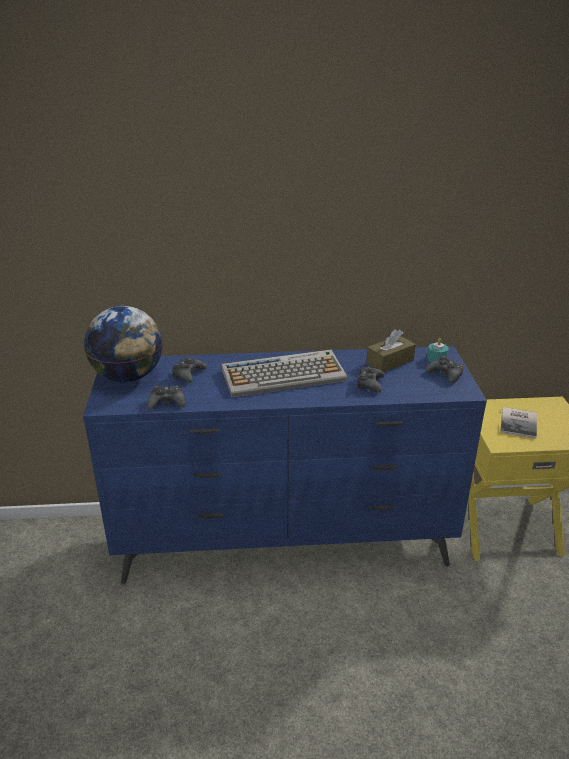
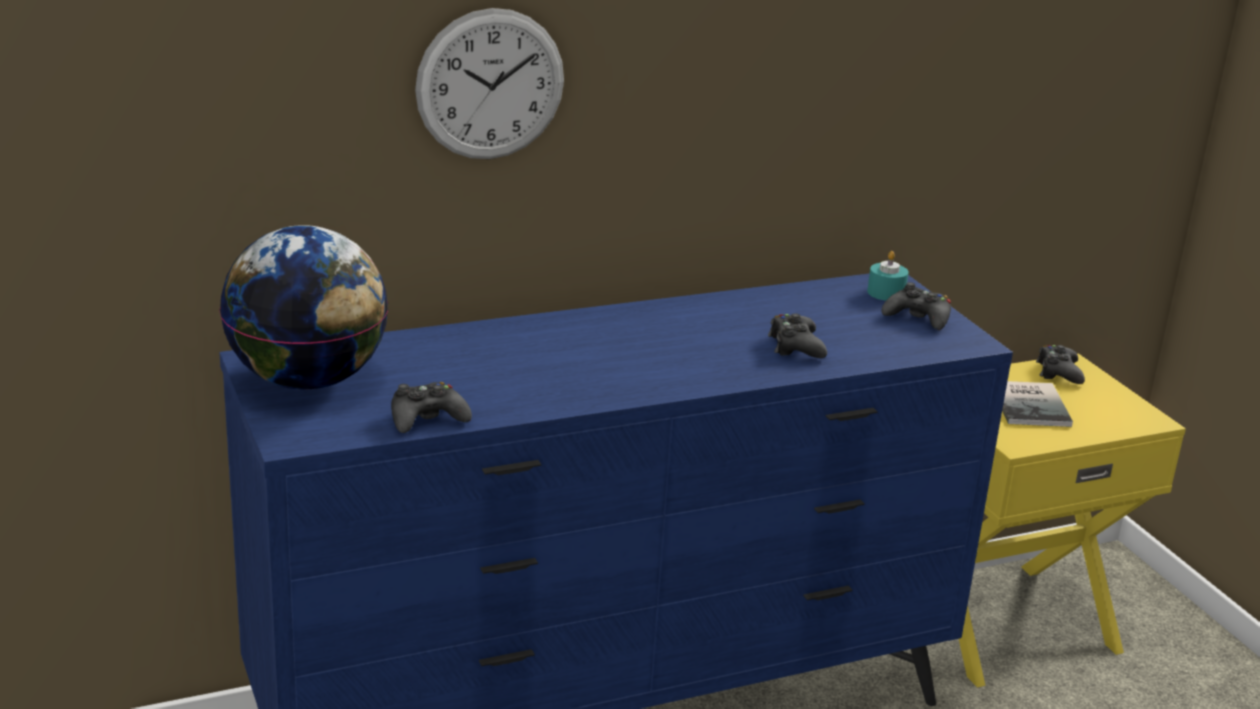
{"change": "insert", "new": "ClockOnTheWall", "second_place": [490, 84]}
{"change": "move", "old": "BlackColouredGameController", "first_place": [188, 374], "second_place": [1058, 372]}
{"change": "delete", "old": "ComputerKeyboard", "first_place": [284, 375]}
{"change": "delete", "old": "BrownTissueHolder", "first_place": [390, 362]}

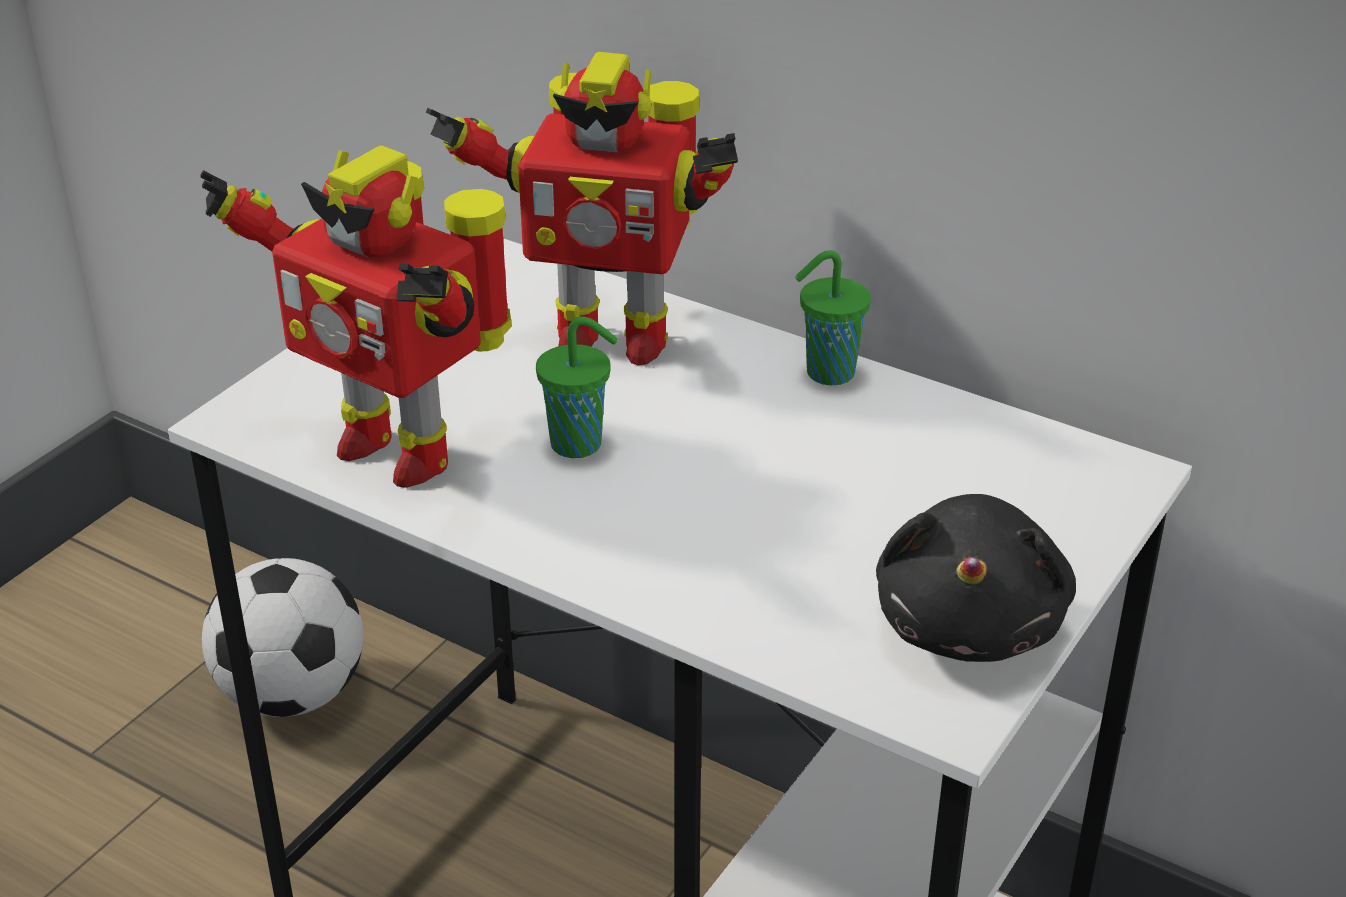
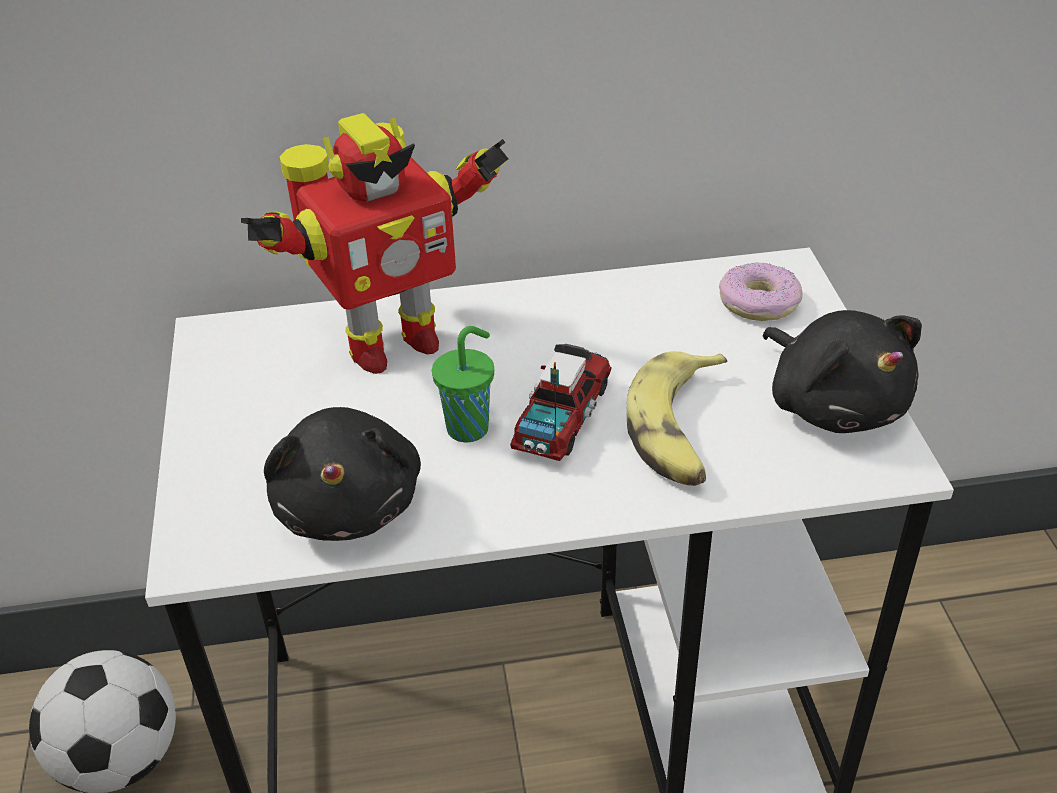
{"change": "replace", "old": "RobotFigure", "new": "BlackColouredPlushToy", "first_place": [397, 448], "second_place": [349, 504]}
{"change": "insert", "new": "ToyTruck", "second_place": [563, 416]}
{"change": "insert", "new": "Banana", "second_place": [679, 431]}
{"change": "insert", "new": "RingDoughnut", "second_place": [758, 302]}
{"change": "delete", "old": "GreenSmallCup", "first_place": [827, 373]}

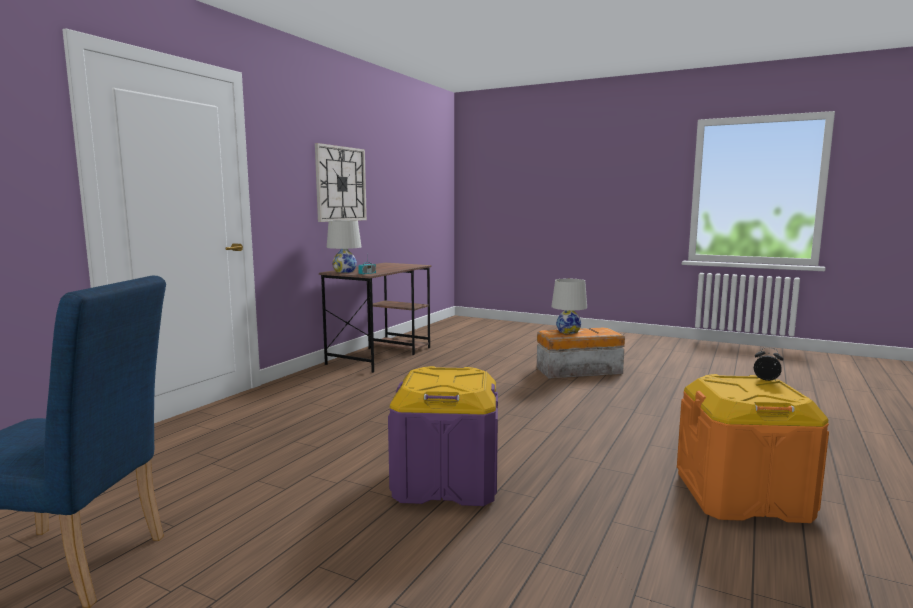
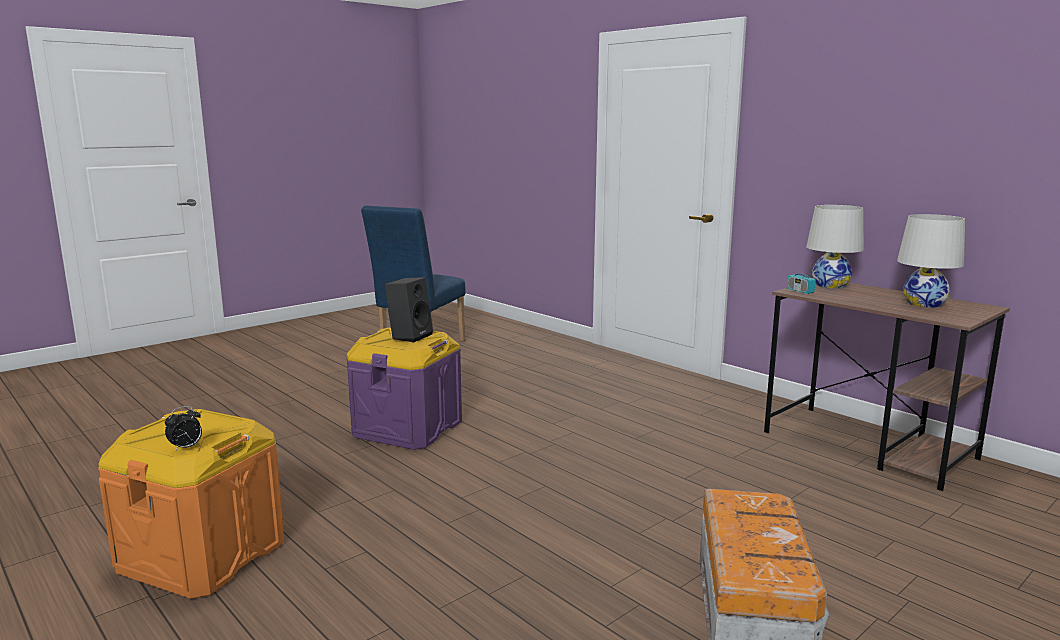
{"change": "insert", "new": "BlackColouredSpeaker", "second_place": [410, 336]}
{"change": "move", "old": "WhiteColouredLampForATable", "first_place": [568, 331], "second_place": [924, 304]}
{"change": "delete", "old": "ClockOnTheWall", "first_place": [341, 184]}

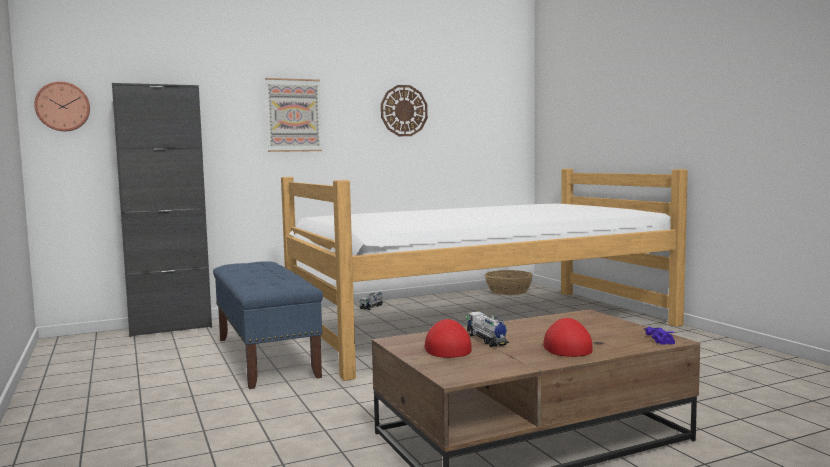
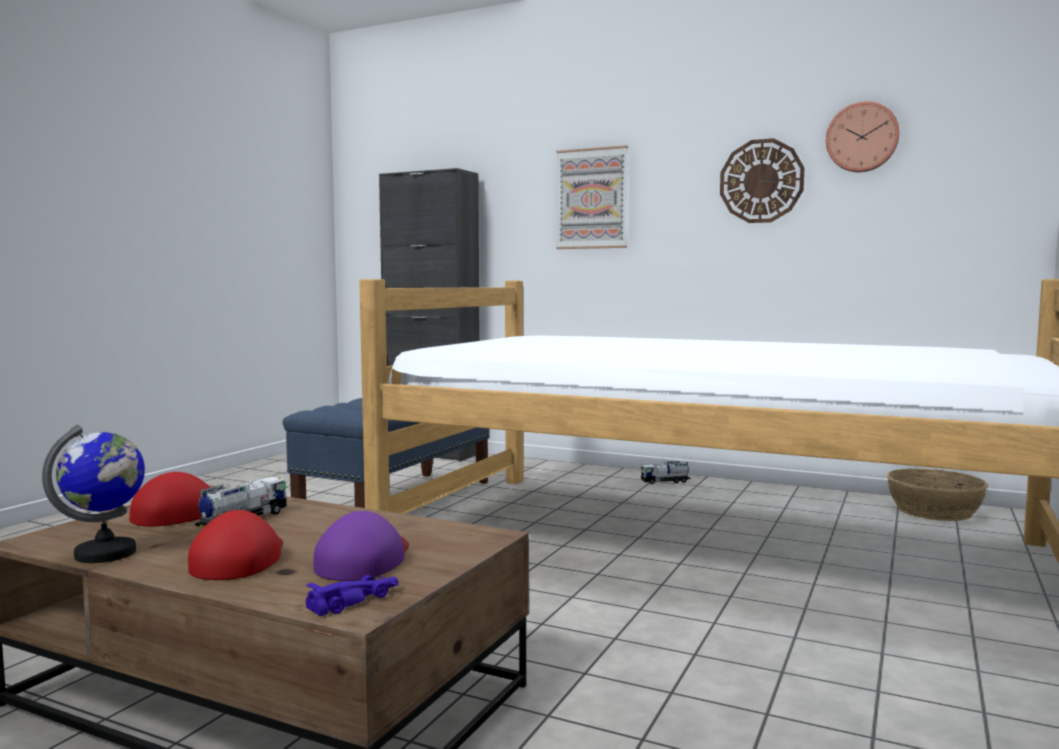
{"change": "insert", "new": "WorldGlobe", "second_place": [106, 553]}
{"change": "rotate", "old": "ReddishCap", "first_place": [566, 346], "second_place": [240, 559], "degrees": -45}
{"change": "insert", "new": "PurpleCap", "second_place": [365, 560]}
{"change": "move", "old": "ClockOnTheWall", "first_place": [63, 106], "second_place": [862, 137]}

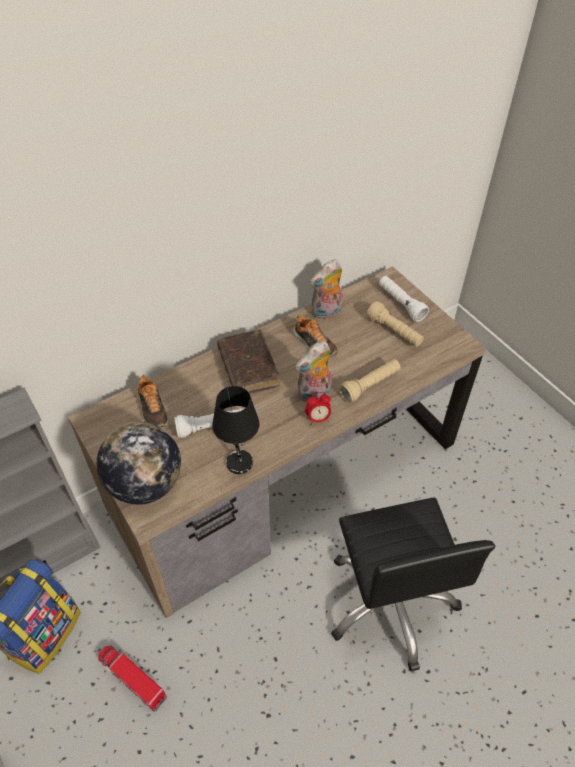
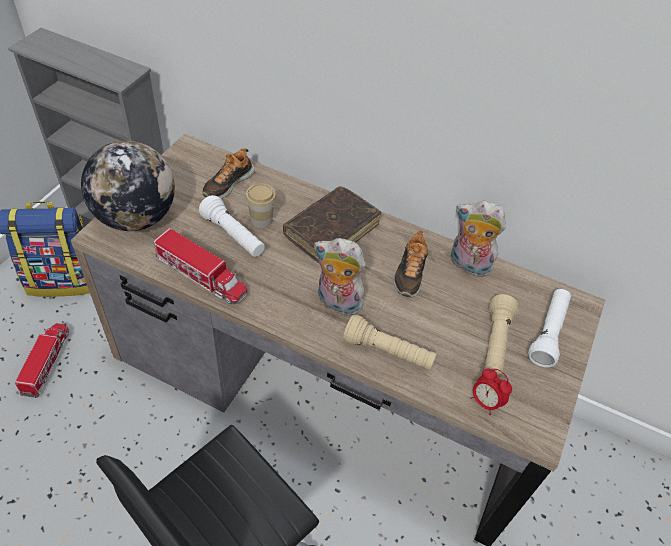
{"change": "replace", "old": "BlackColouredLampForATable", "new": "ToyTruck", "first_place": [238, 462], "second_place": [201, 275]}
{"change": "insert", "new": "SmallCup", "second_place": [261, 220]}
{"change": "move", "old": "AlarmClock", "first_place": [318, 418], "second_place": [485, 402]}

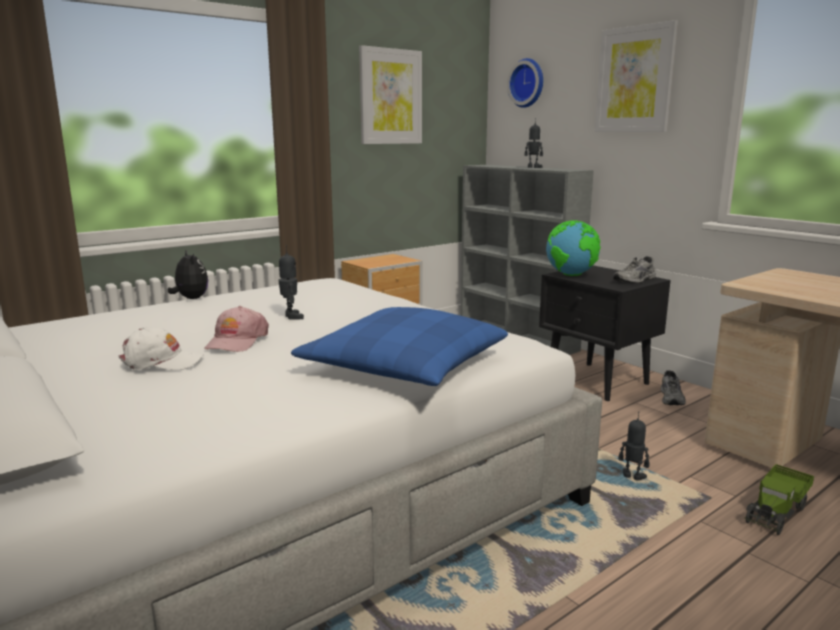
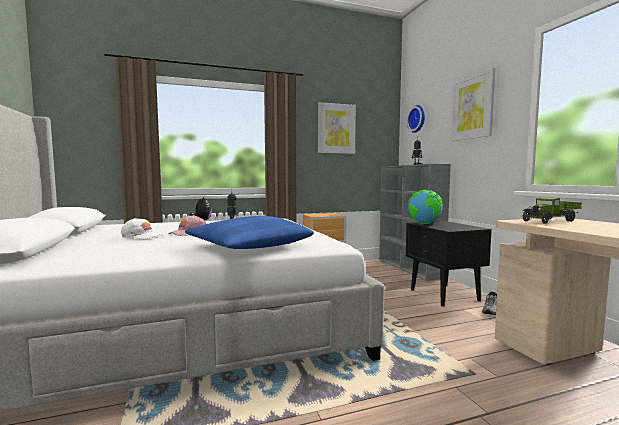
{"change": "move", "old": "ToyTruck", "first_place": [777, 512], "second_place": [551, 221]}
{"change": "delete", "old": "GrayItemOfFootwear", "first_place": [635, 280]}
{"change": "delete", "old": "RobotFigure", "first_place": [632, 478]}

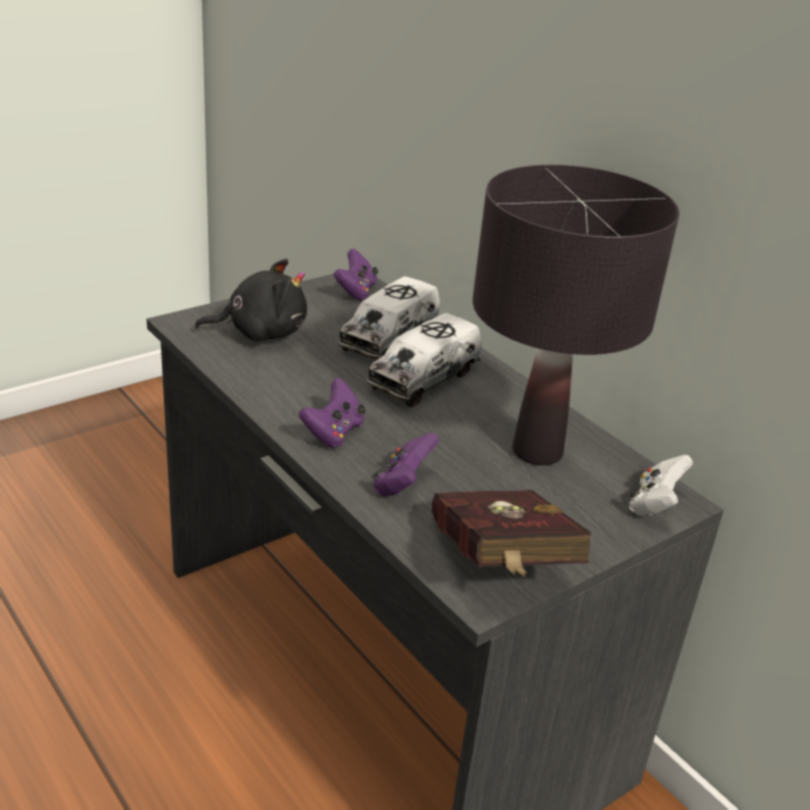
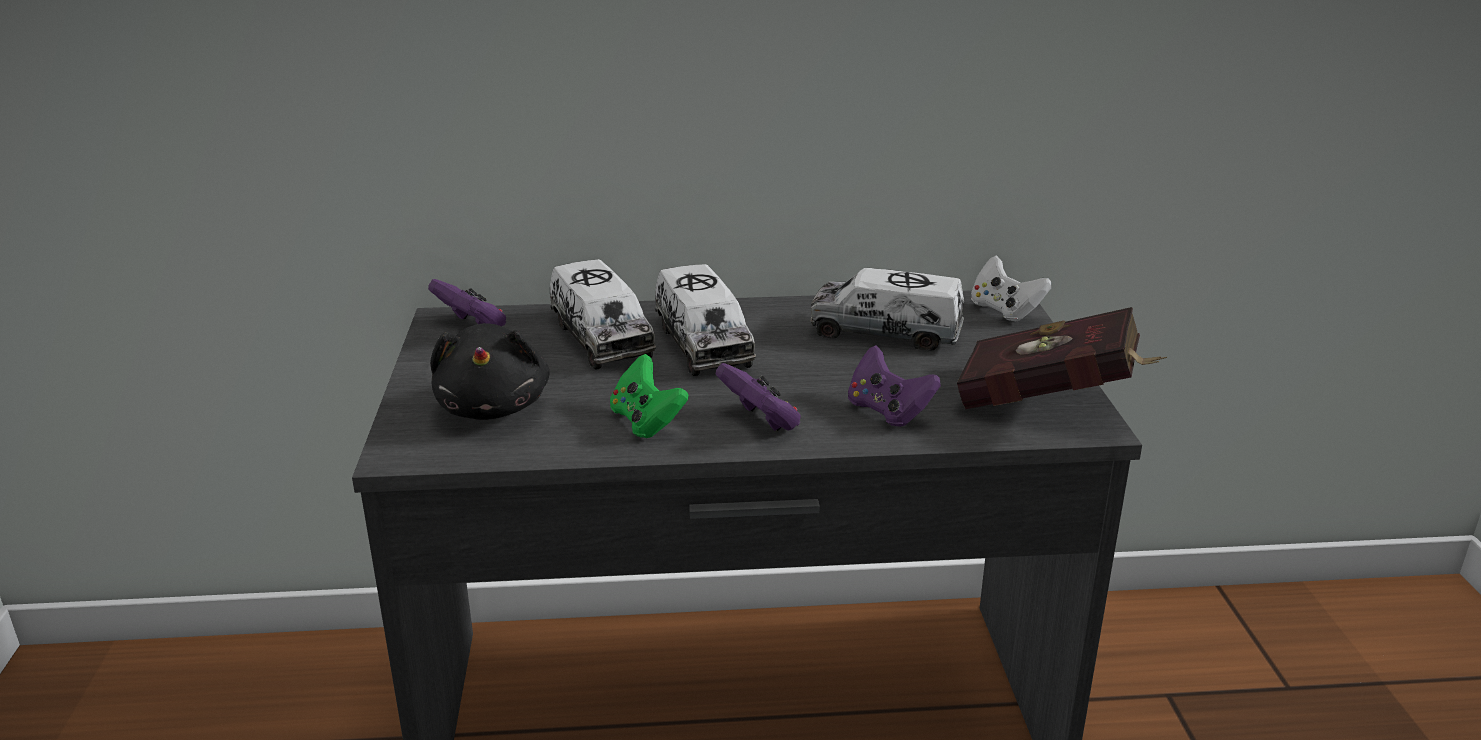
{"change": "rotate", "old": "BlackColouredPlushToy", "first_place": [260, 332], "second_place": [494, 407], "degrees": 150}
{"change": "insert", "new": "GreenGameController", "second_place": [646, 422]}
{"change": "replace", "old": "BlackColouredLampForATable", "new": "ToyTruck", "first_place": [537, 452], "second_place": [886, 332]}

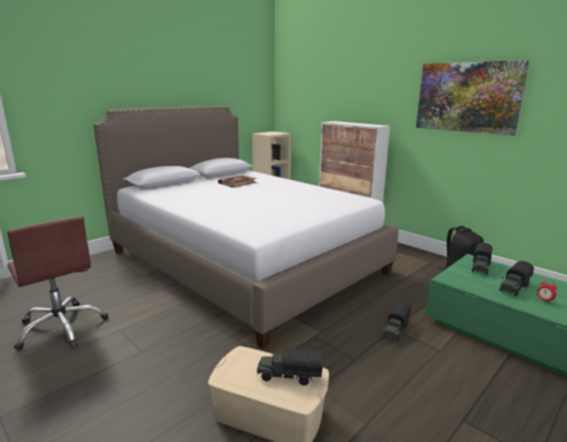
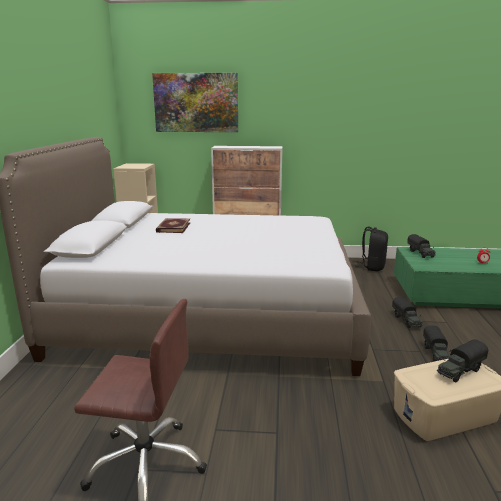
{"change": "move", "old": "WallArt", "first_place": [467, 97], "second_place": [196, 103]}
{"change": "move", "old": "ToyTruck", "first_place": [514, 288], "second_place": [436, 354]}

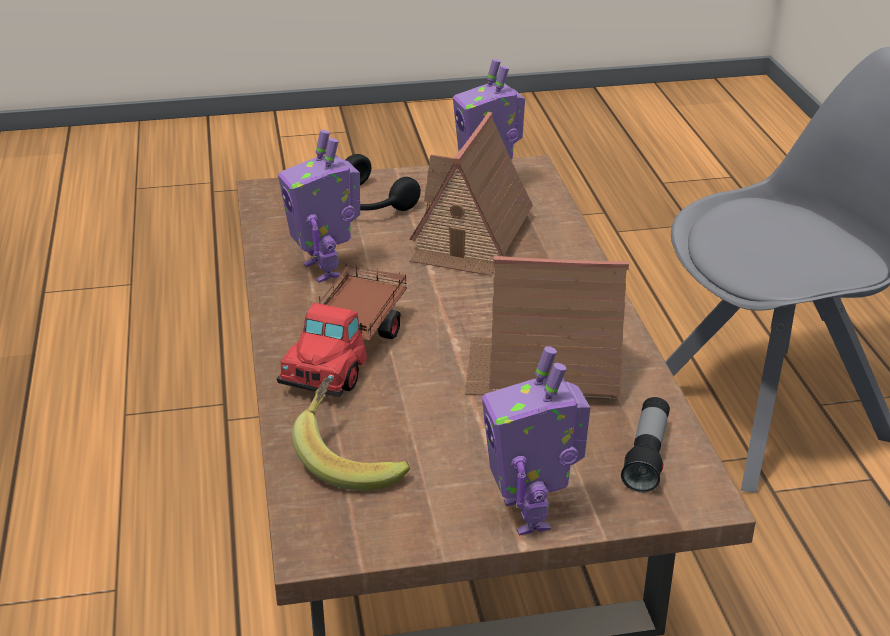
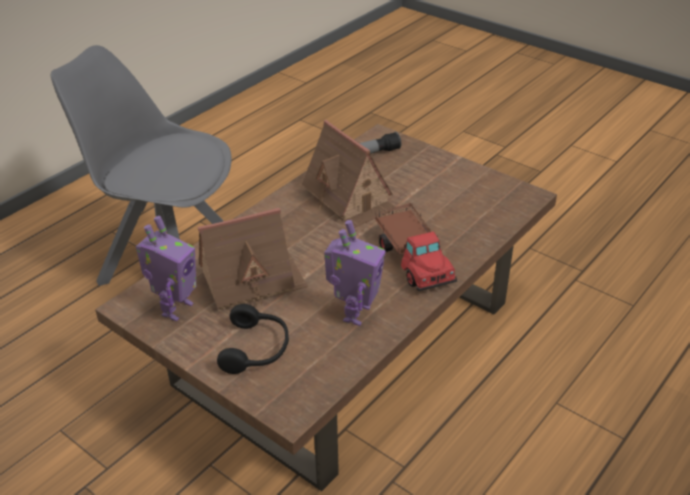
{"change": "rotate", "old": "ToyTruck", "first_place": [348, 350], "second_place": [413, 258], "degrees": 90}
{"change": "delete", "old": "Banana", "first_place": [352, 458]}
{"change": "delete", "old": "RobotFigure", "first_place": [530, 514]}

